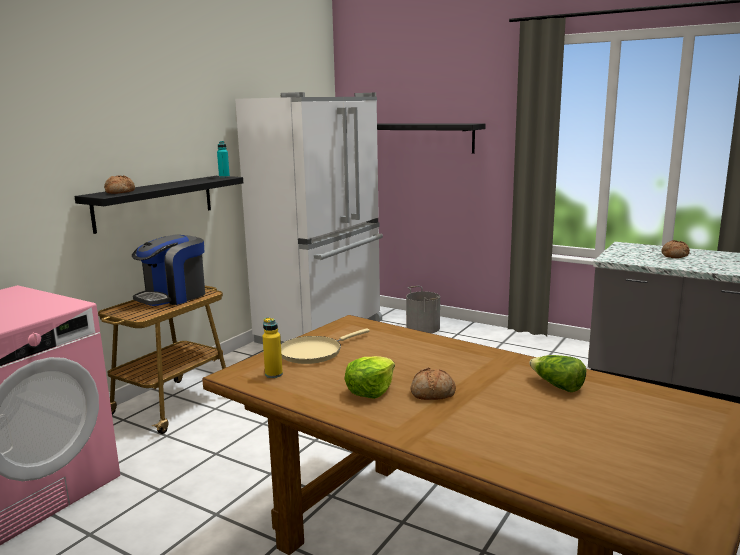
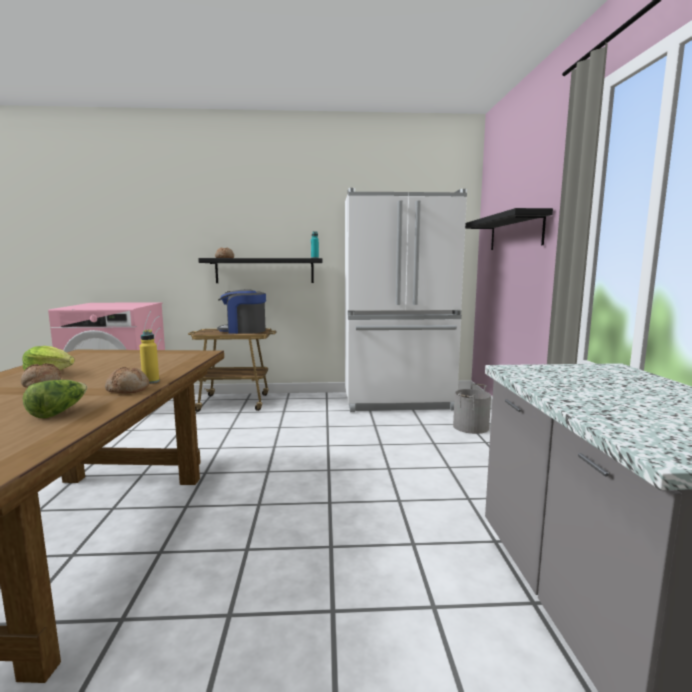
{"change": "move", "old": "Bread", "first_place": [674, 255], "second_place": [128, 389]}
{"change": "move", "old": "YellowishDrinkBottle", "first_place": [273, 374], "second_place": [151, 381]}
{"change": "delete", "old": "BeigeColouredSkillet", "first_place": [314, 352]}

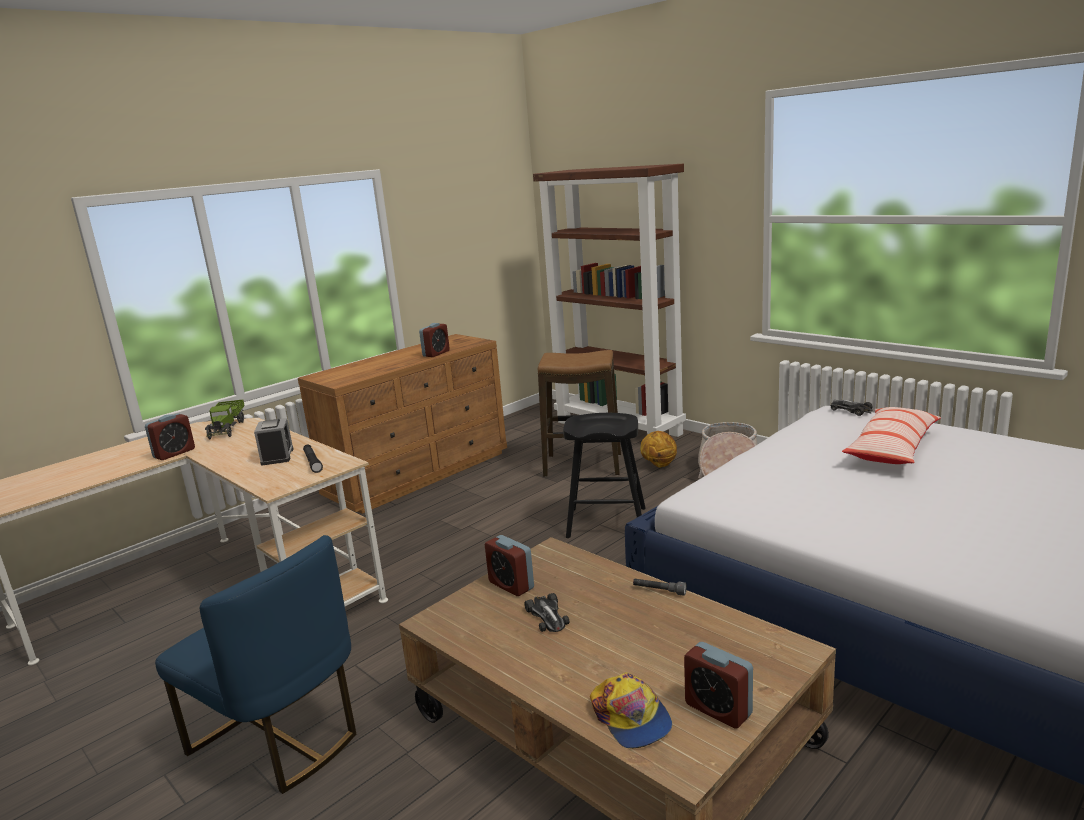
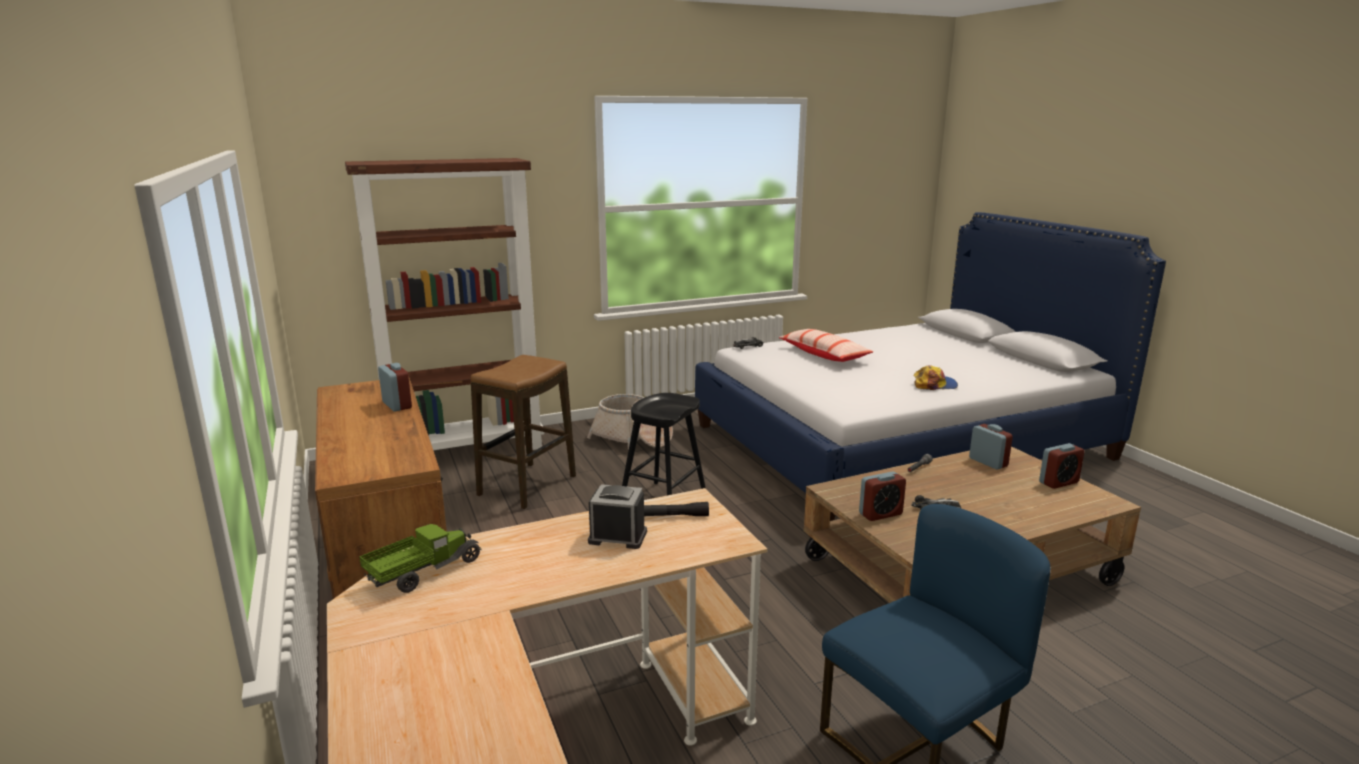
{"change": "rotate", "old": "ToyTruck", "first_place": [227, 428], "second_place": [423, 572], "degrees": -60}
{"change": "move", "old": "Cap", "first_place": [631, 718], "second_place": [934, 385]}
{"change": "move", "old": "AlarmClock", "first_place": [174, 453], "second_place": [988, 462]}
{"change": "delete", "old": "BallForBasketball", "first_place": [659, 465]}

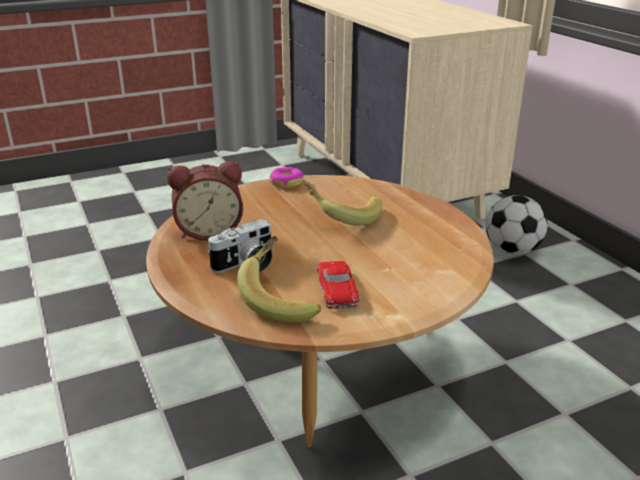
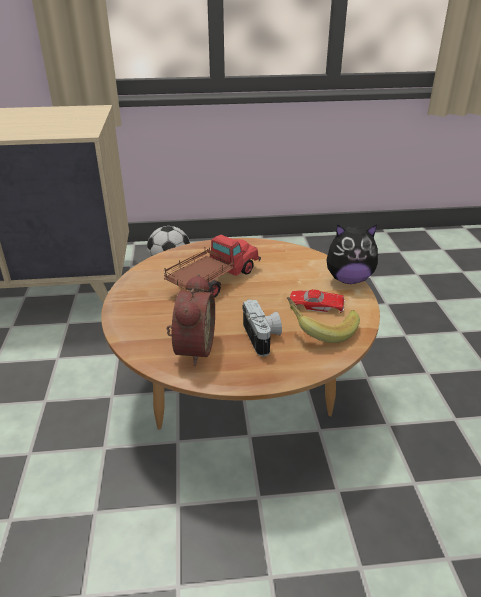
{"change": "replace", "old": "Banana", "new": "ToyTruck", "first_place": [343, 217], "second_place": [213, 280]}
{"change": "insert", "new": "PlushToy", "second_place": [348, 279]}
{"change": "delete", "old": "RingDoughnut", "first_place": [286, 182]}

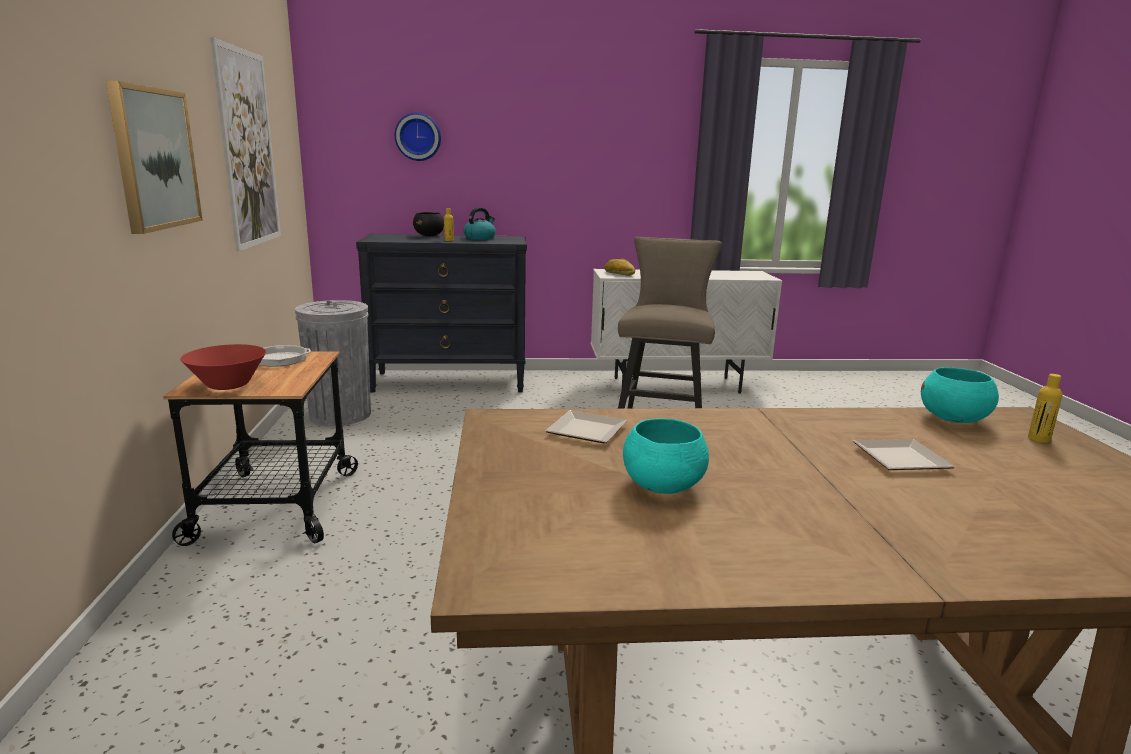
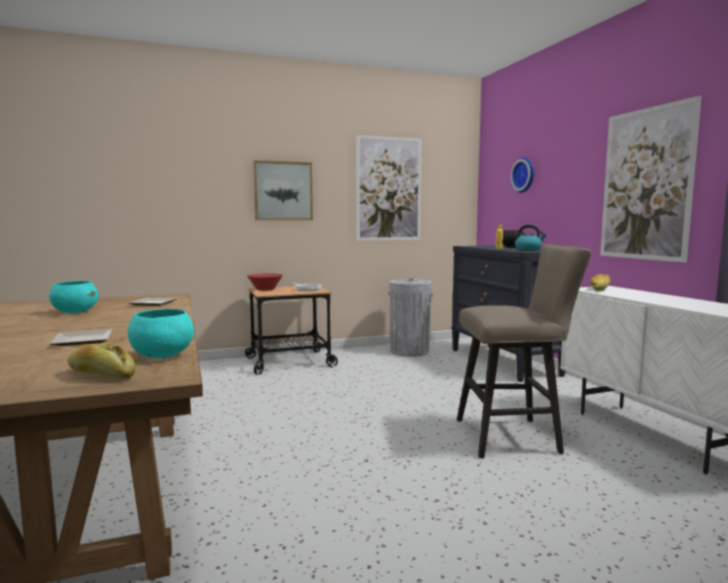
{"change": "replace", "old": "YellowishDrinkBottle", "new": "Bread", "first_place": [1038, 439], "second_place": [102, 374]}
{"change": "insert", "new": "WallArt", "second_place": [646, 184]}

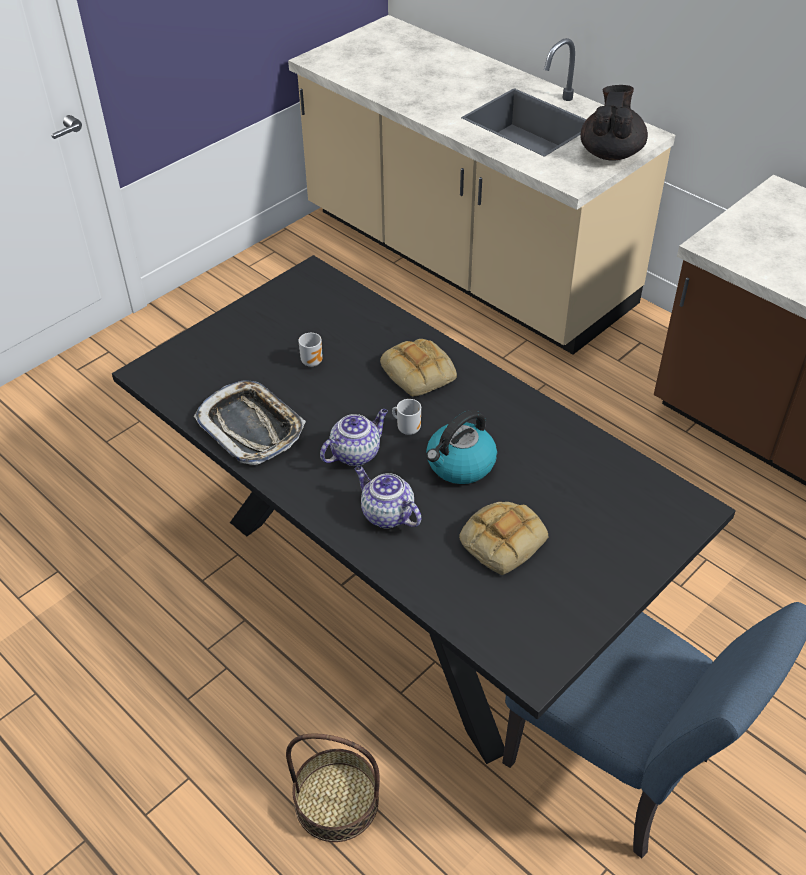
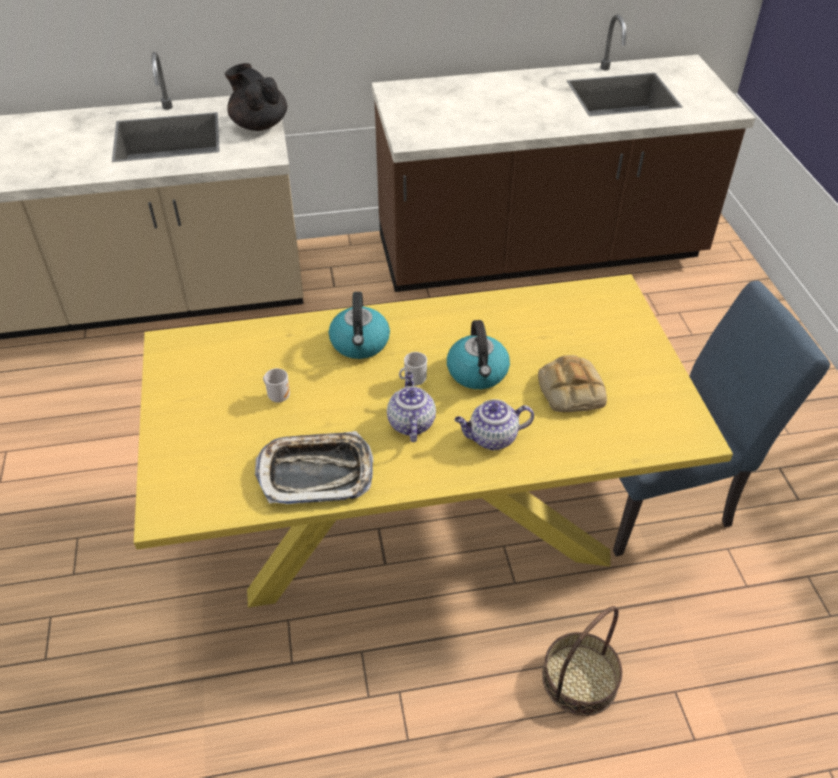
{"change": "recolor", "old": "BlackColouredKitchenTable", "new": "YellowishKitchenTable", "first_place": [402, 584], "second_place": [419, 524]}
{"change": "replace", "old": "Bread", "new": "TeaKettle", "first_place": [420, 373], "second_place": [360, 343]}

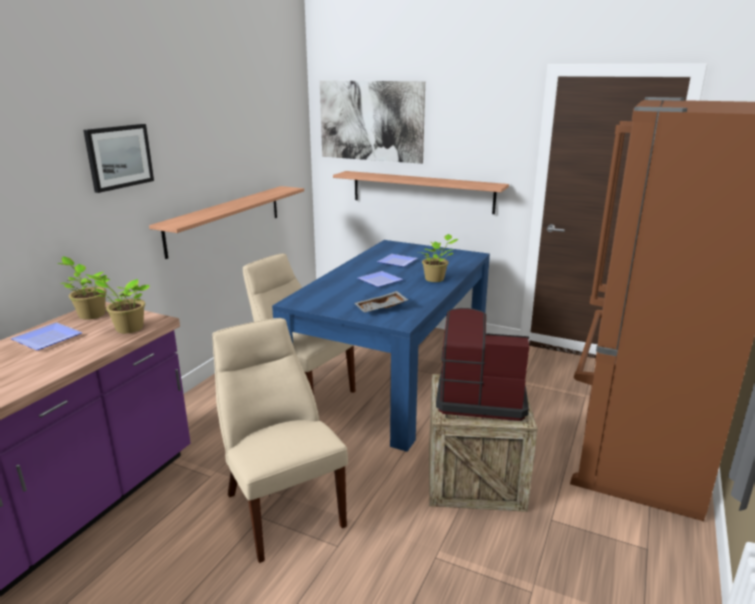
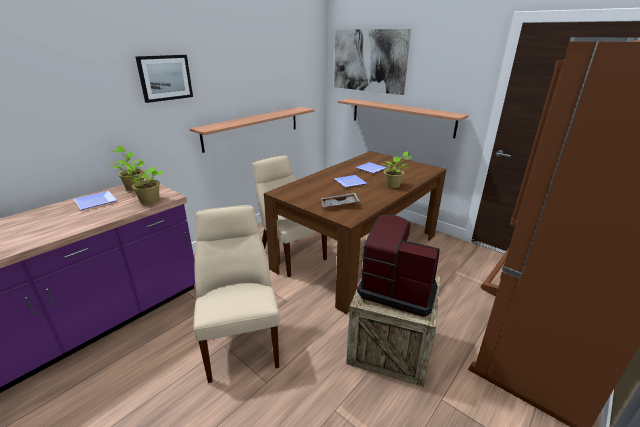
{"change": "recolor", "old": "BlueColouredKitchenTable", "new": "BrownKitchenTable", "first_place": [393, 375], "second_place": [358, 251]}

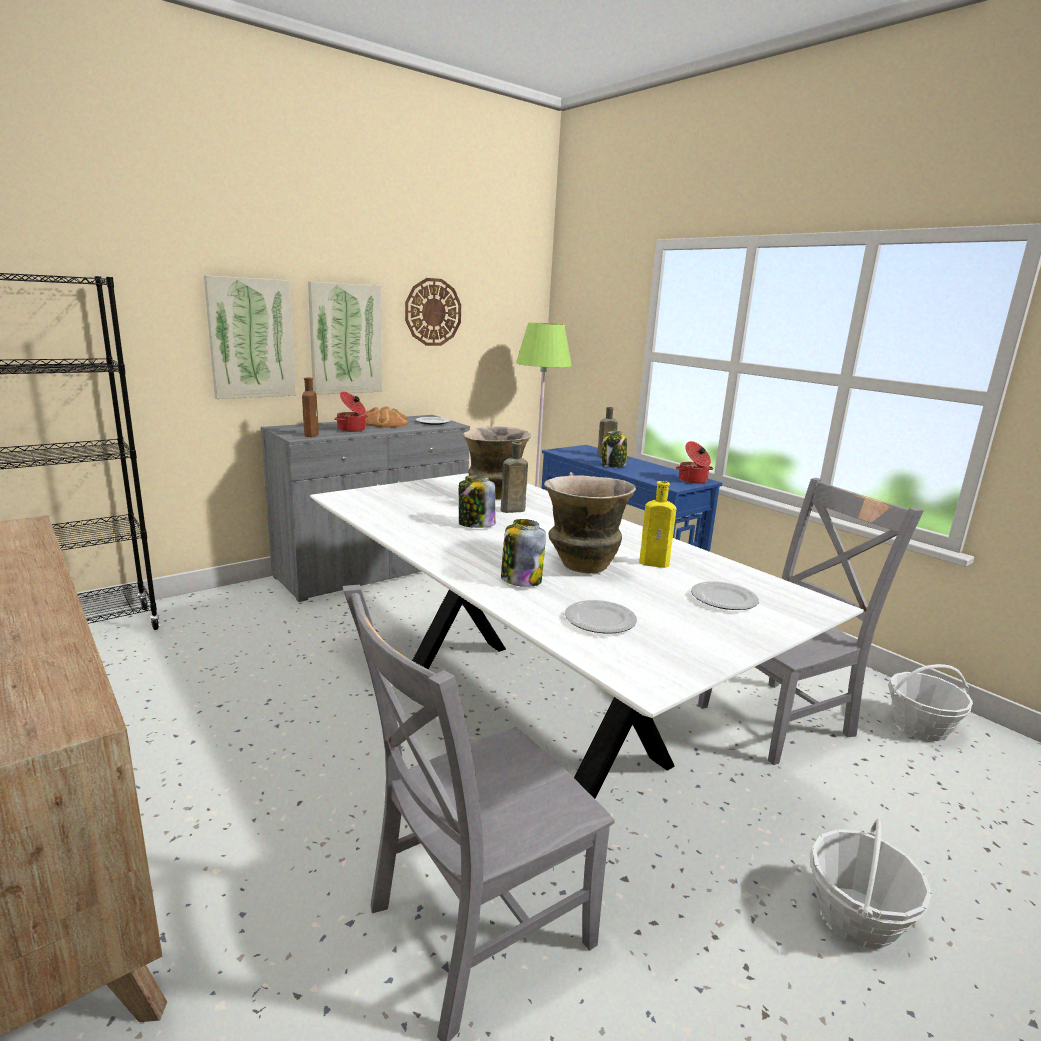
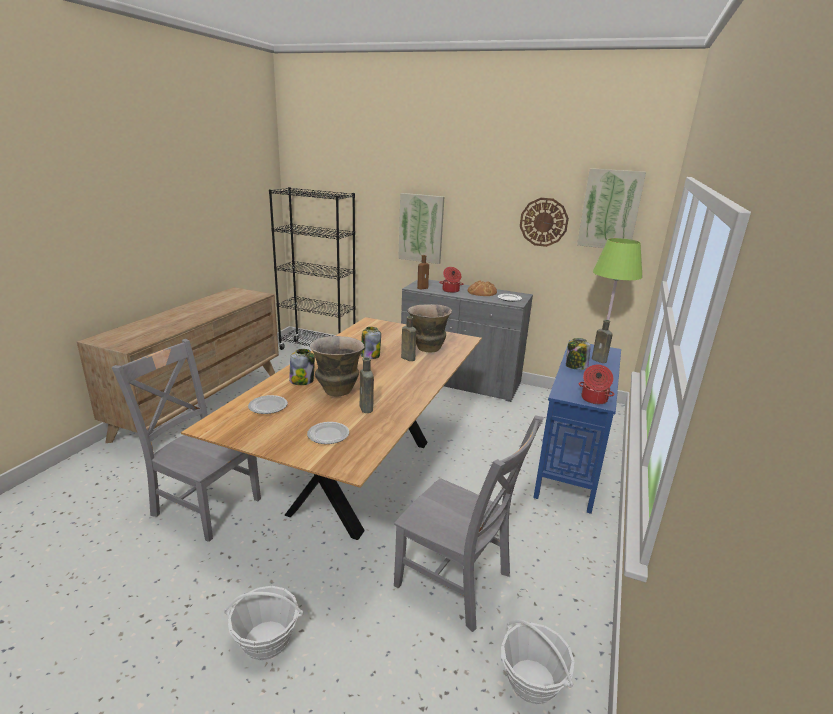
{"change": "recolor", "old": "WhiteColouredKitchenTable", "new": "BrownKitchenTable", "first_place": [528, 715], "second_place": [363, 475]}
{"change": "recolor", "old": "YellowishDrinkBottle", "new": "BrownDrinkBottle", "first_place": [656, 563], "second_place": [366, 409]}
{"change": "move", "old": "WallArt", "first_place": [345, 339], "second_place": [610, 209]}

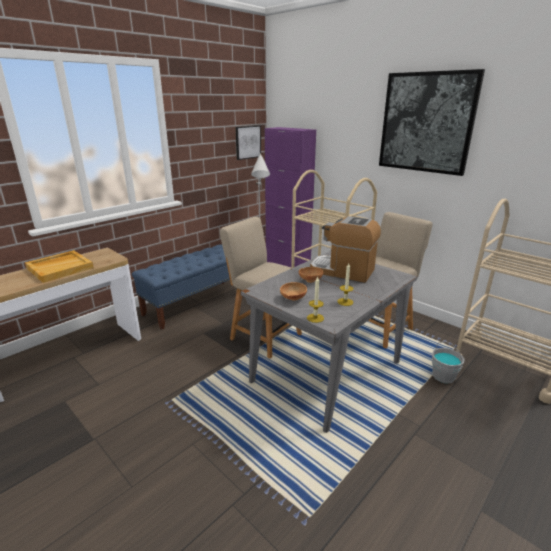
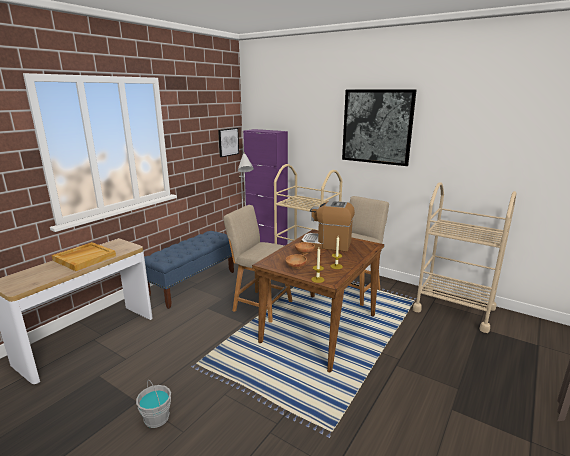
{"change": "move", "old": "GrayBucket", "first_place": [443, 376], "second_place": [157, 418]}
{"change": "recolor", "old": "GrayKitchenTable", "new": "BrownKitchenTable", "first_place": [326, 372], "second_place": [319, 328]}

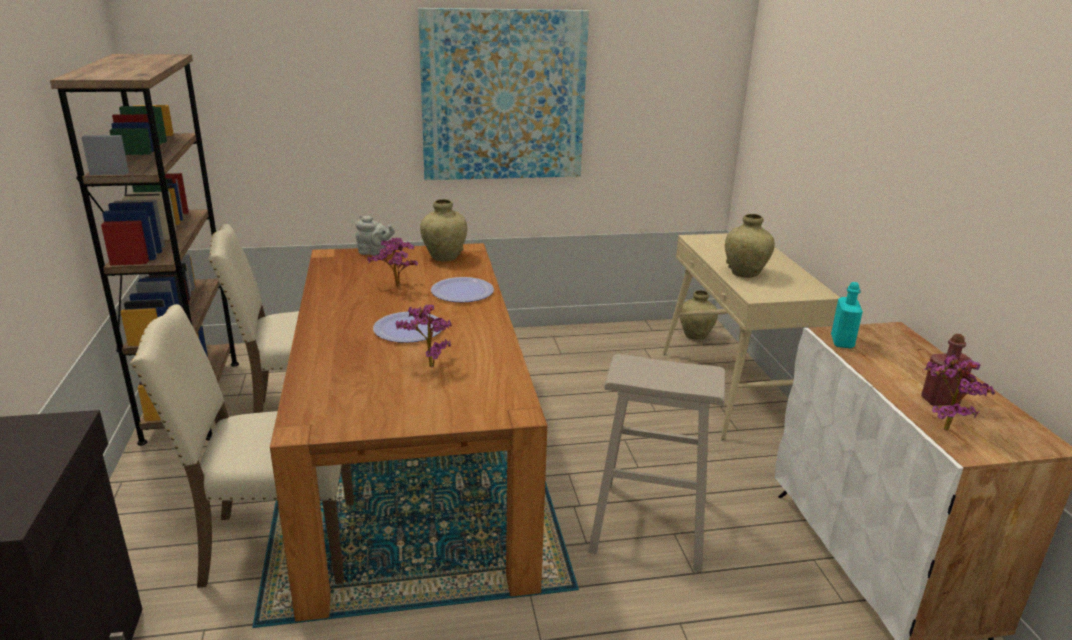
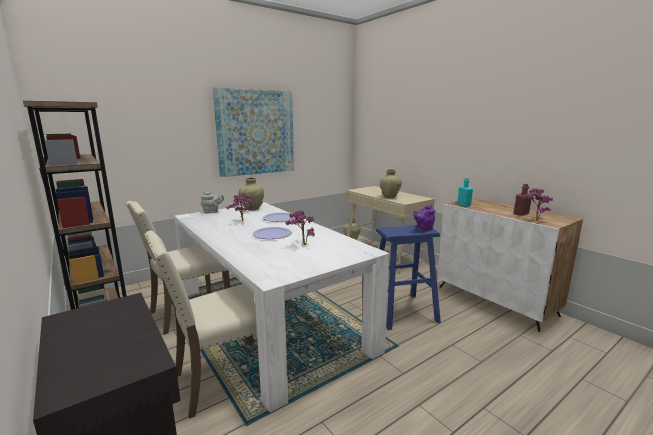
{"change": "recolor", "old": "BrownKitchenTable", "new": "WhiteColouredKitchenTable", "first_place": [412, 464], "second_place": [268, 318]}
{"change": "recolor", "old": "BeigeColouredStoolSeat", "new": "BlueColouredStoolSeat", "first_place": [650, 524], "second_place": [402, 311]}
{"change": "insert", "new": "PurplePotForTea", "second_place": [423, 229]}

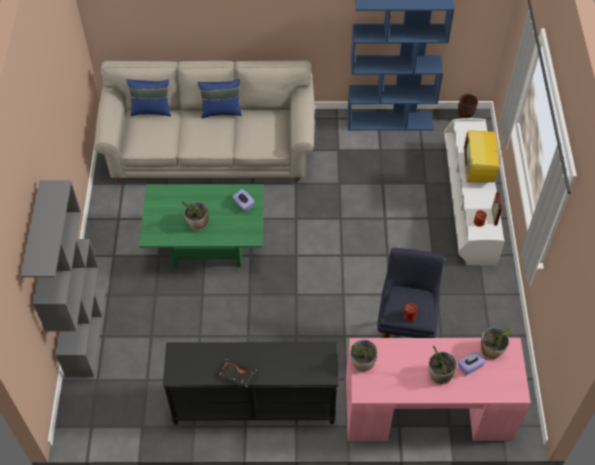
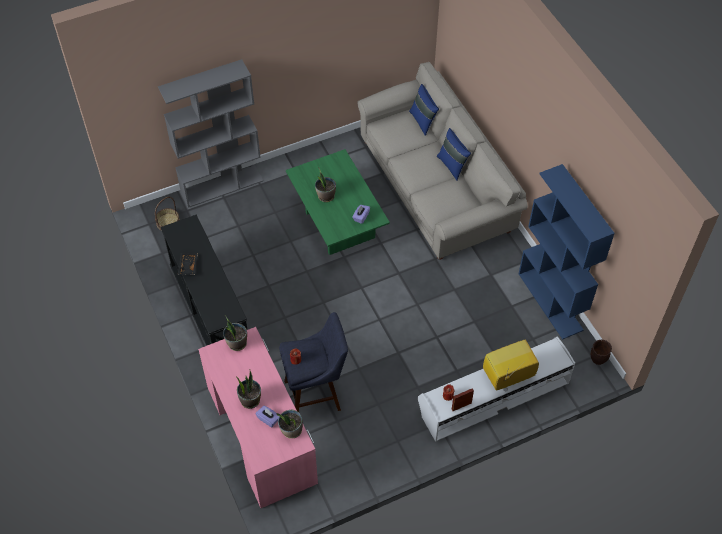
{"change": "insert", "new": "HouseholdBasket", "second_place": [168, 222]}

